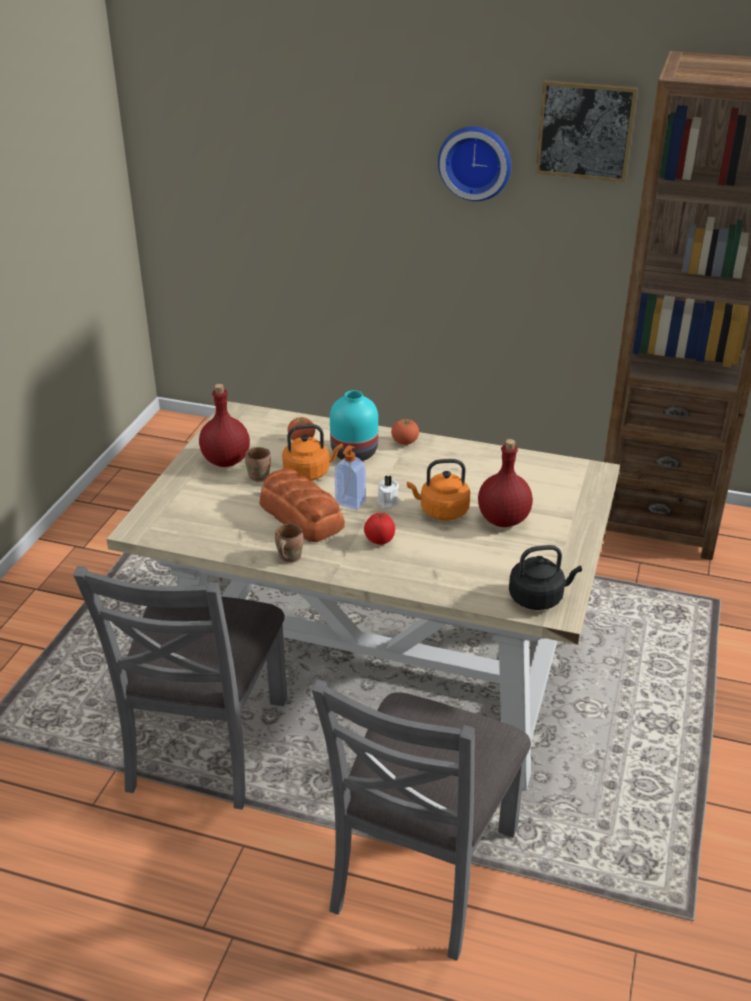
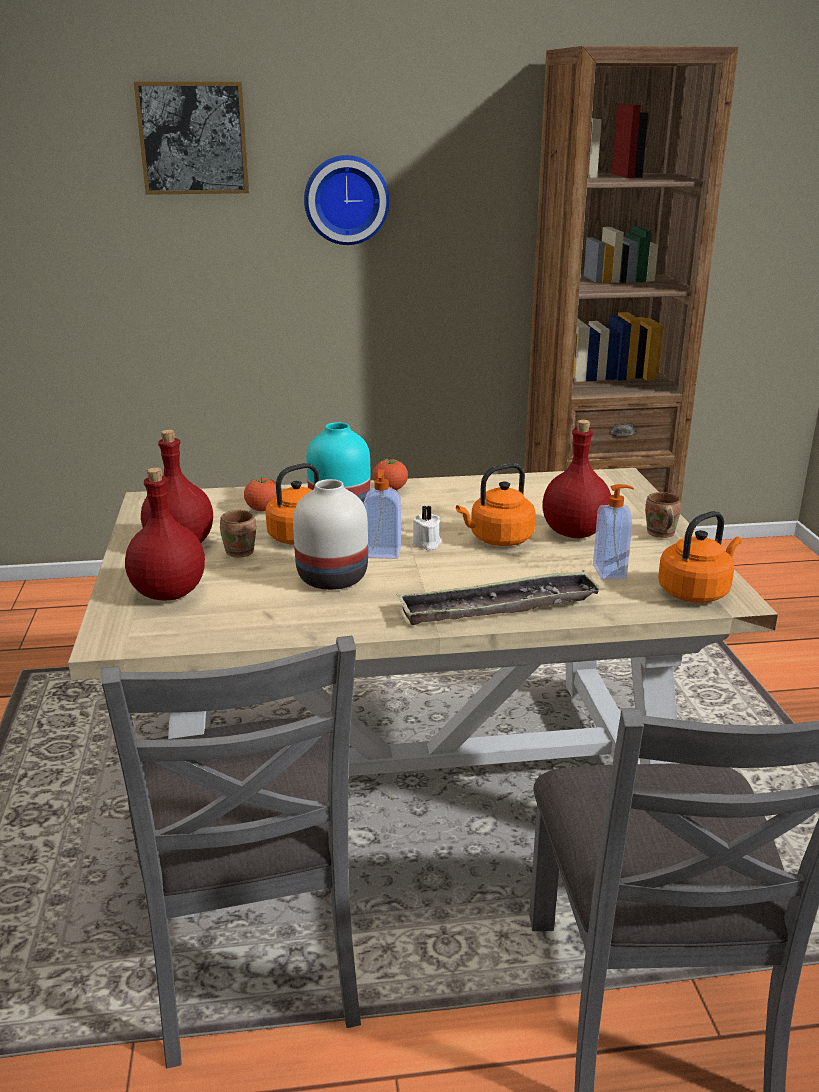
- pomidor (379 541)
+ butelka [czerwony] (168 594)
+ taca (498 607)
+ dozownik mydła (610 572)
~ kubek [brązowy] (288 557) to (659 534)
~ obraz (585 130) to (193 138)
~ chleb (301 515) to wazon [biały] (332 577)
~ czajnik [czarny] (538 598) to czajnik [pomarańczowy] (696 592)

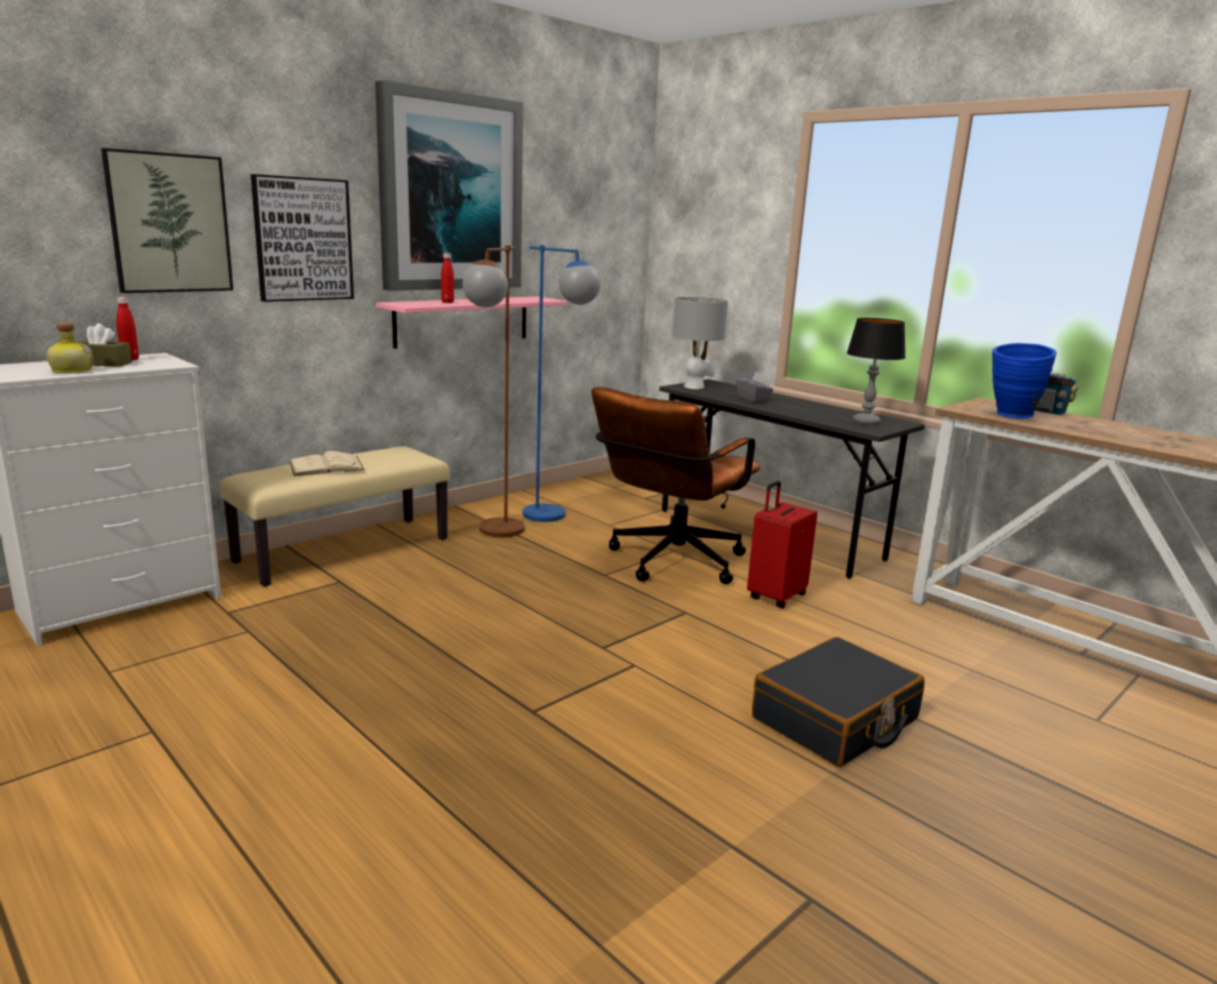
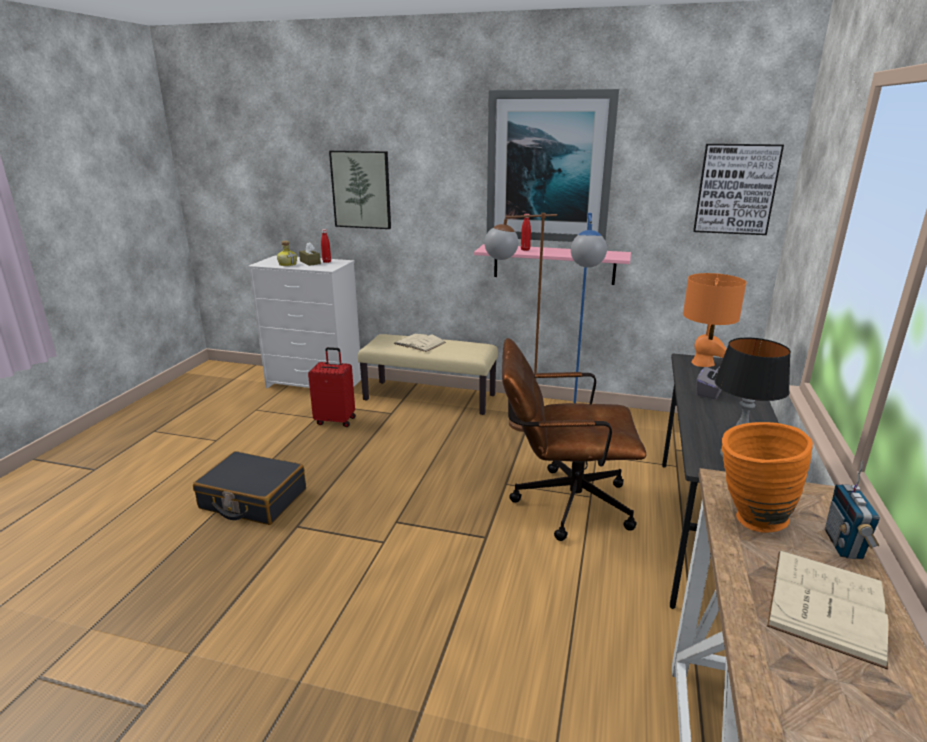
+ książka [beżowy] (826 604)
~ obraz (303 239) to (736 189)
~ walizka [czerwony] (775 596) to (336 420)
~ walizka [czarny] (835 720) to (253 499)
~ lampa stołowa [szary] (694 387) to lampa stołowa [pomarańczowy] (703 363)
~ wazon [niebieski] (1012 416) to wazon [pomarańczowy] (748 519)

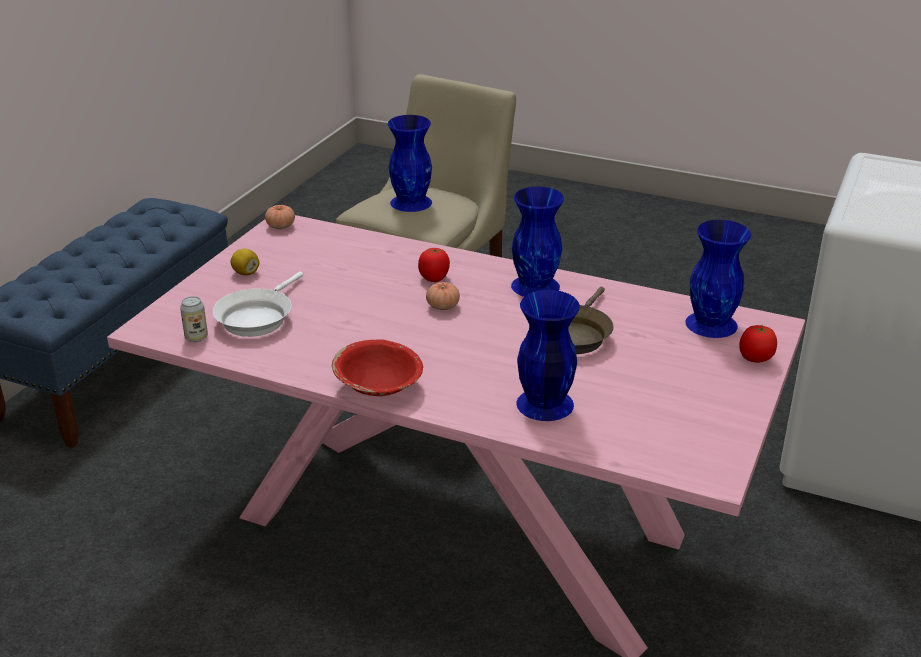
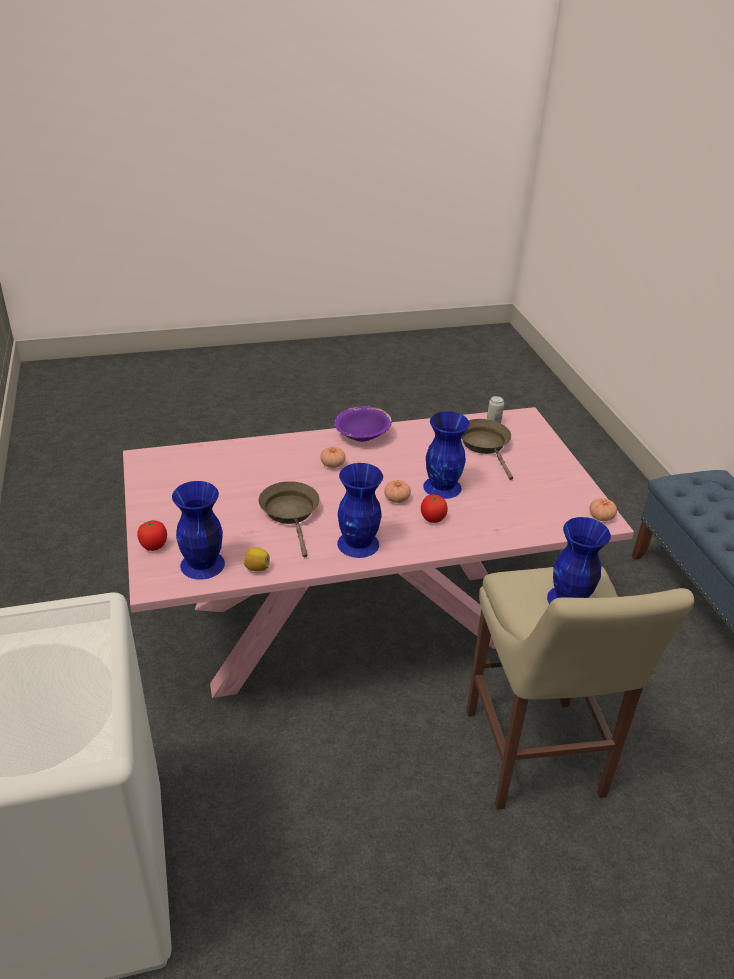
+ pomidor (332 464)
~ cytryna (245 273) to (257 568)
~ wazon [niebieski] (543 404) to (442 486)
~ patelnia [biały] (257 318) to patelnia [brązowy] (485 445)
~ miska [czerwony] (378 387) to miska [fioletowy] (362 435)

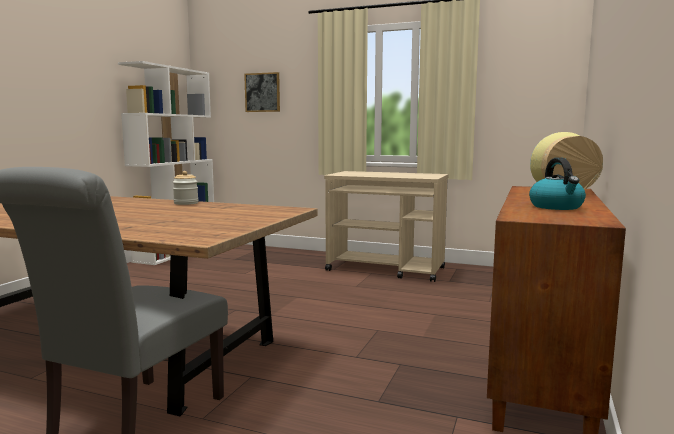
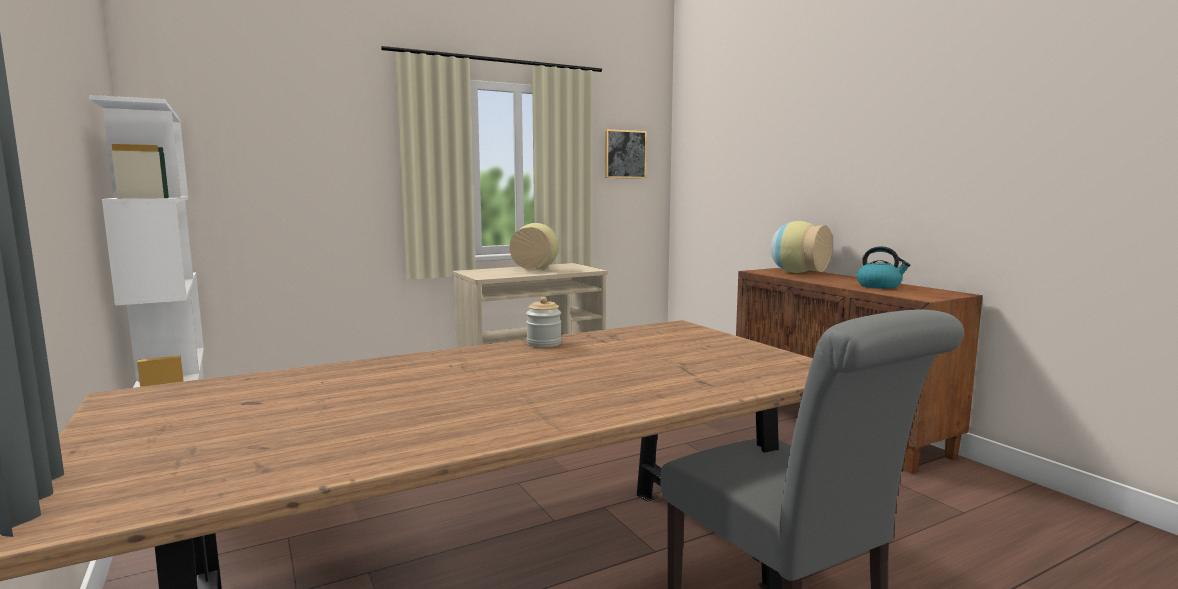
+ wazon (535 269)
~ obraz (262 92) to (625 154)

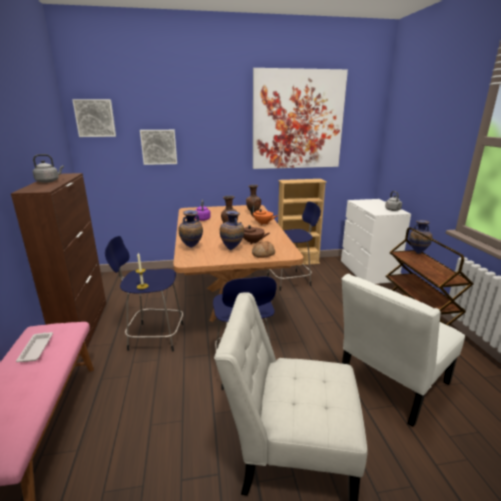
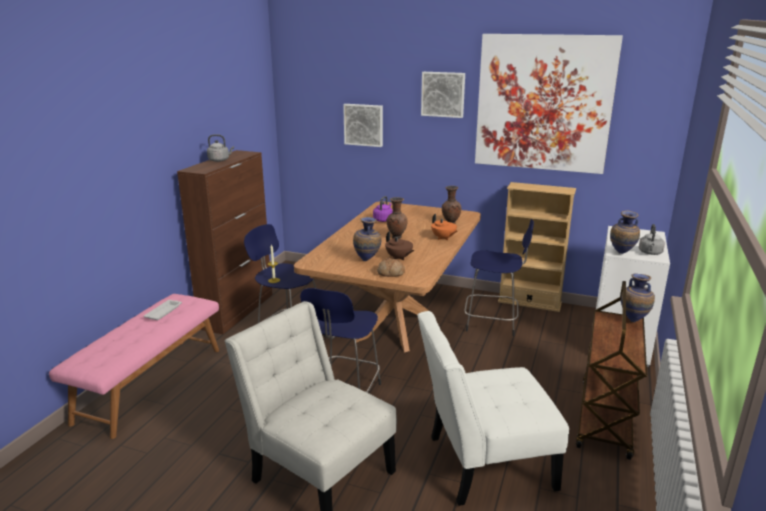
~ obraz (95 118) to (443 94)
~ wazon (191 248) to (621 254)

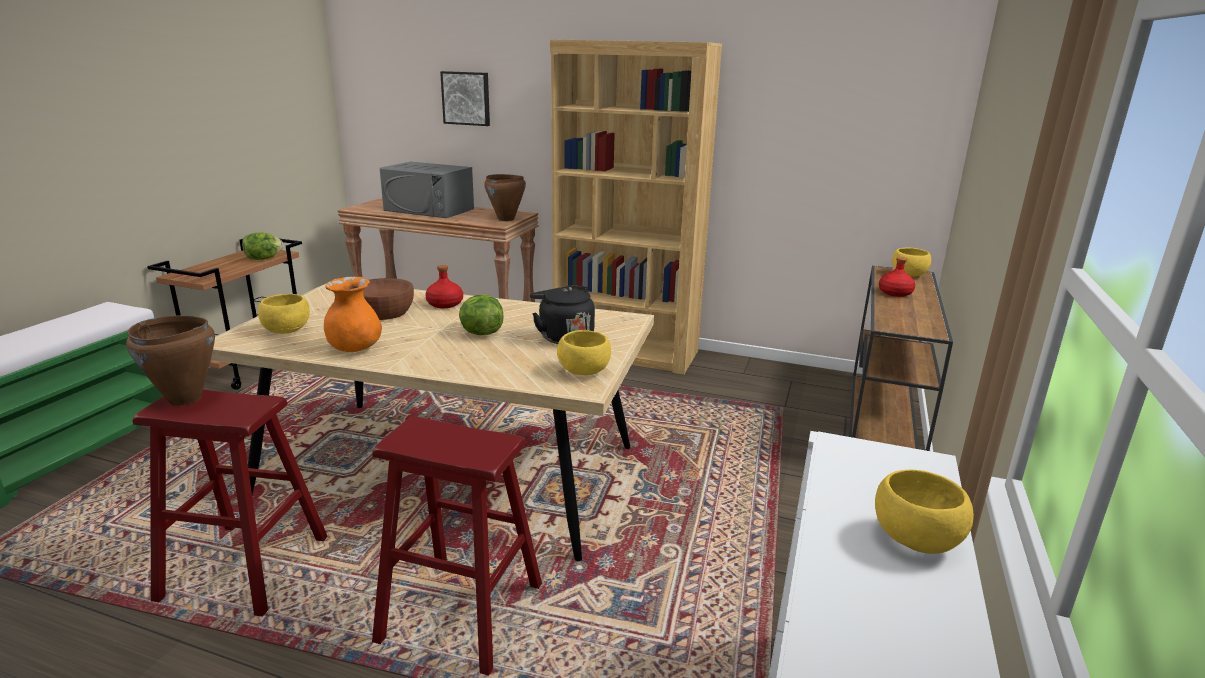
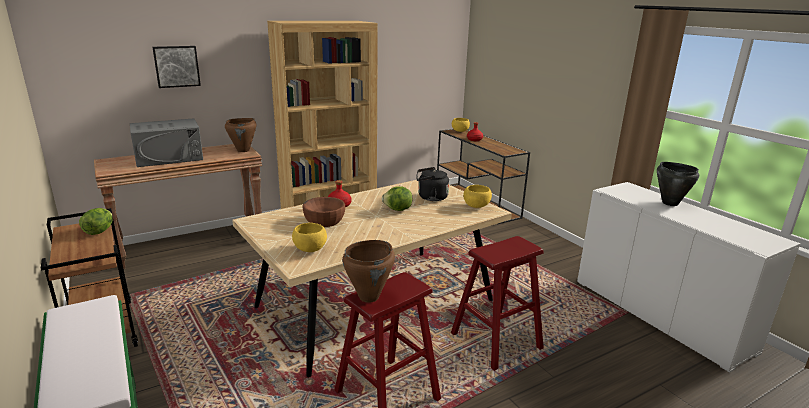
- wazon [pomarańczowy] (355 348)
~ miska [żółty] (915 540) to garnek [czarny] (669 203)

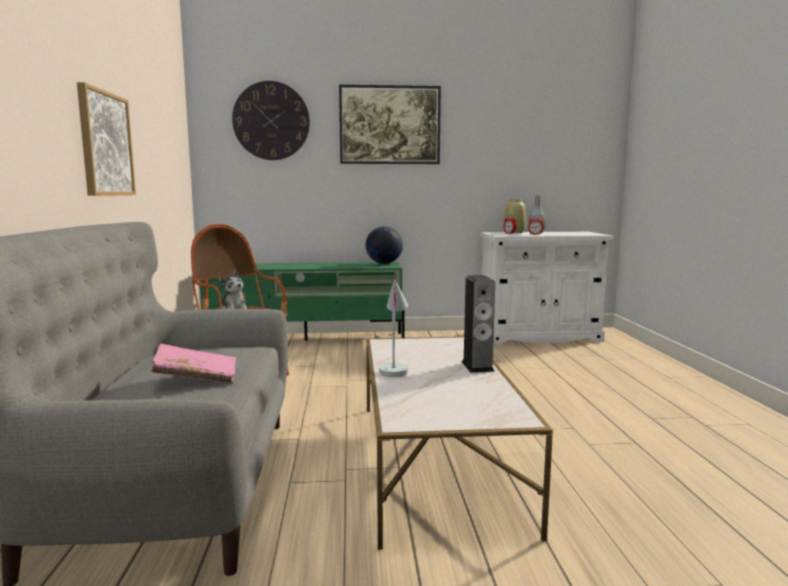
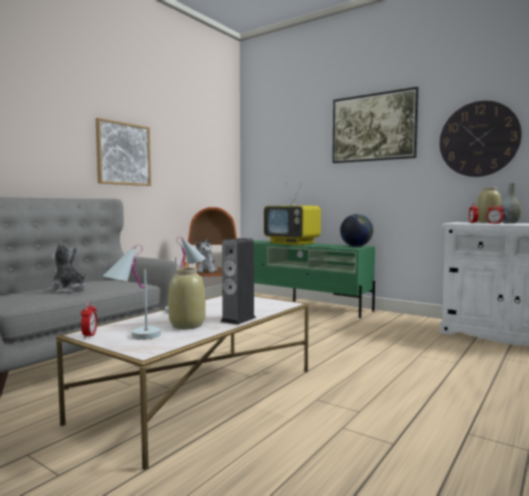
+ budzik (89 335)
+ lampa stołowa [biały] (133 338)
+ wazon [beżowy] (187 325)
+ telewizor (292 243)
~ zegar ścienny (271 121) to (478 139)
~ książka [różowy] (196 378) to pluszak (68 290)

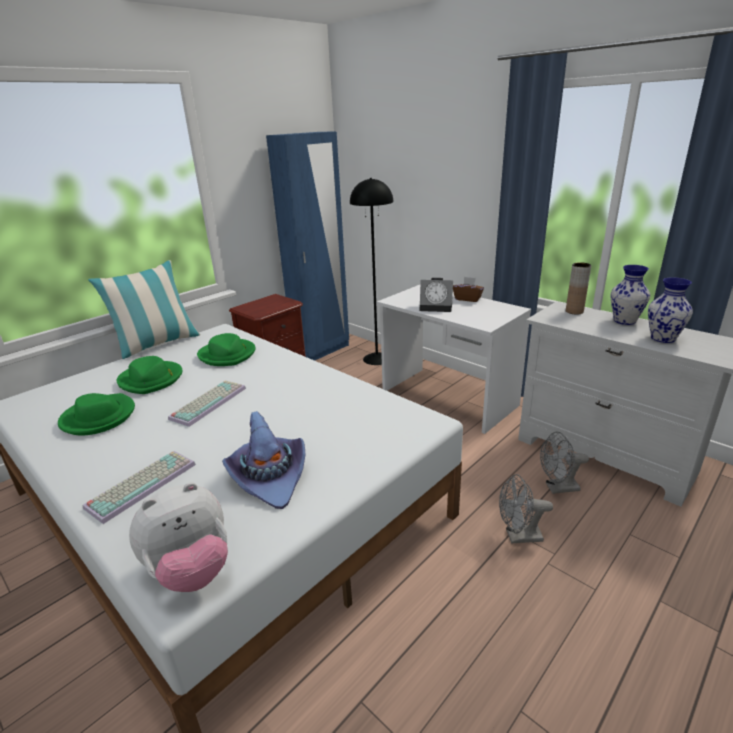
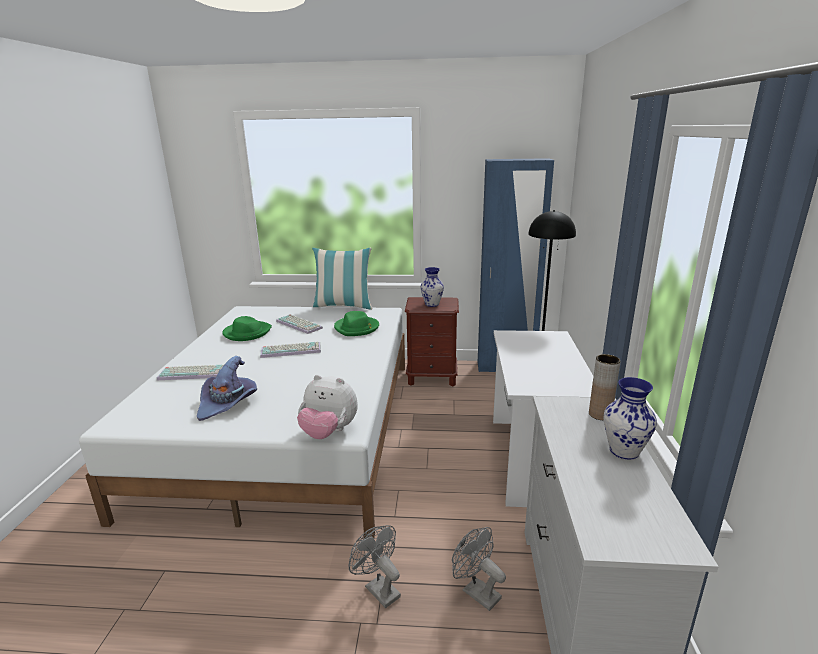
- budzik (437 307)
- pudełko chusteczek [brązowy] (467 299)
~ pluszak (191 570) to (329 432)
~ wazon (663 338) to (432 304)
~ kapelusz [zielony] (151 380) to klawiatura (300 324)

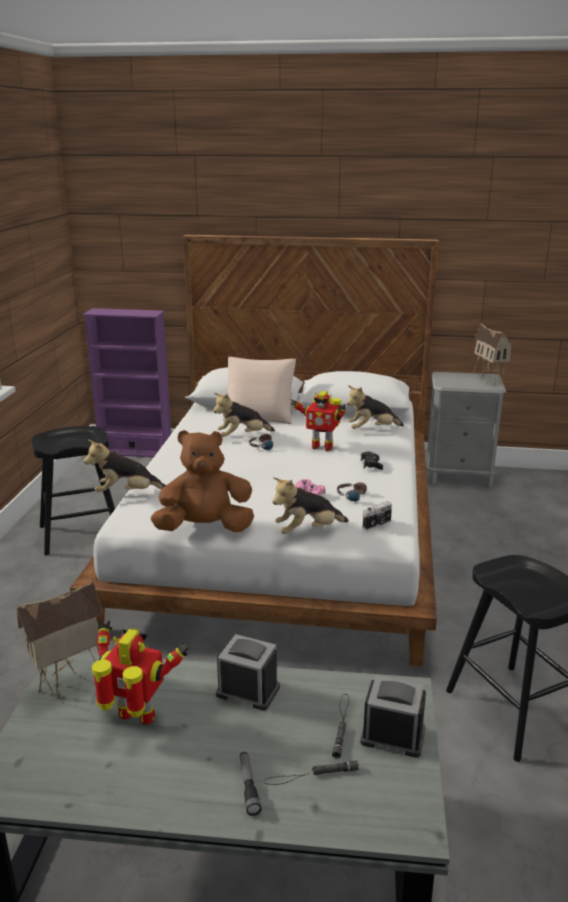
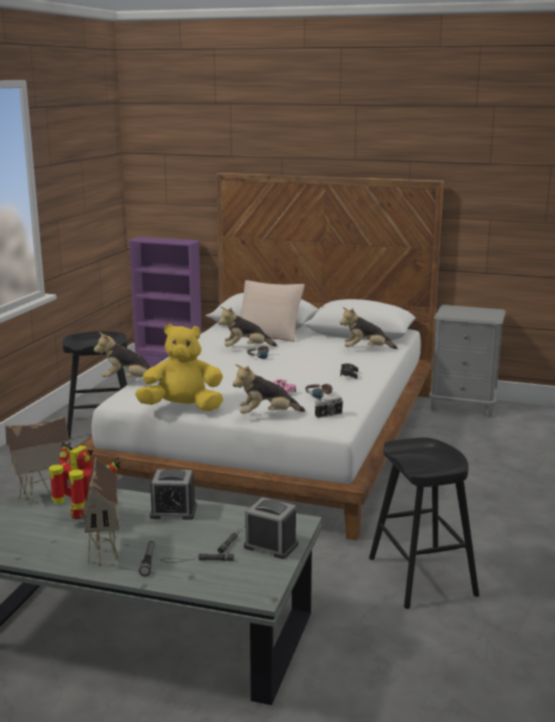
- robot zabawkowy (321 446)
~ domek (489 380) to (106 551)
~ pluszak [brązowy] (205 528) to pluszak [żółty] (182 408)
~ budzik (248 691) = (173 511) 150 degrees clockwise

